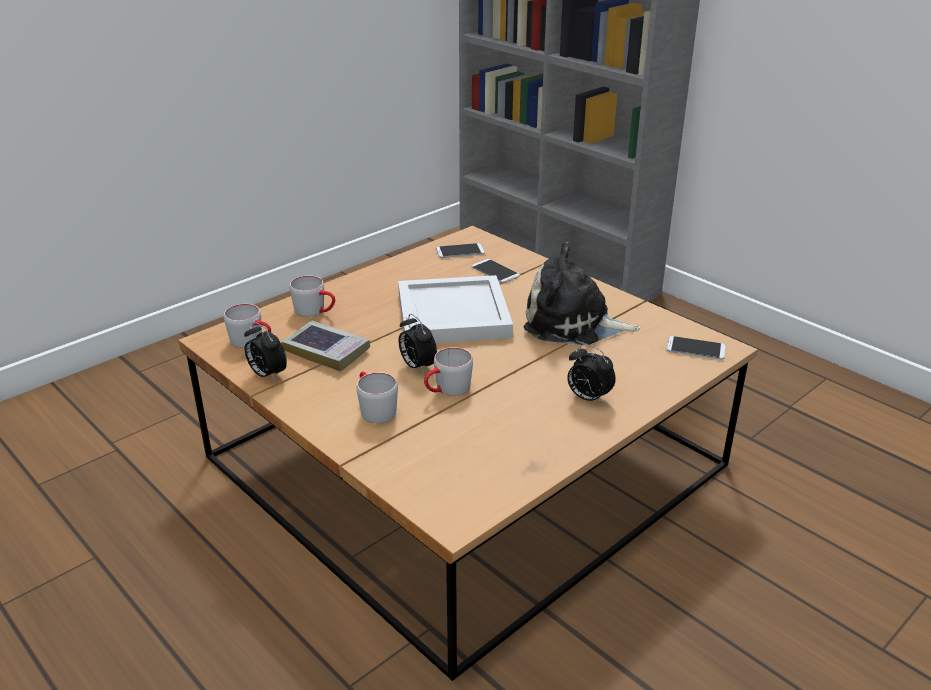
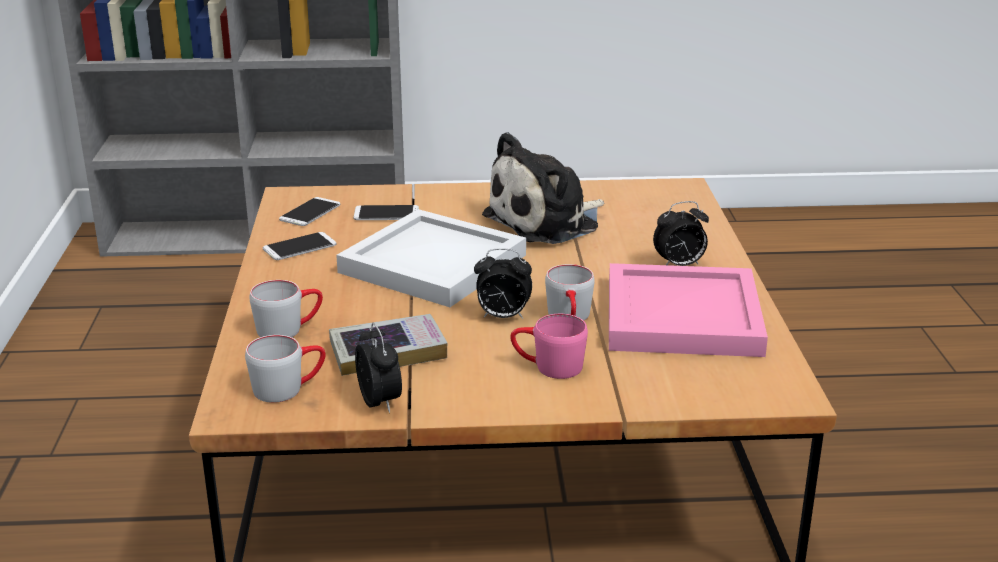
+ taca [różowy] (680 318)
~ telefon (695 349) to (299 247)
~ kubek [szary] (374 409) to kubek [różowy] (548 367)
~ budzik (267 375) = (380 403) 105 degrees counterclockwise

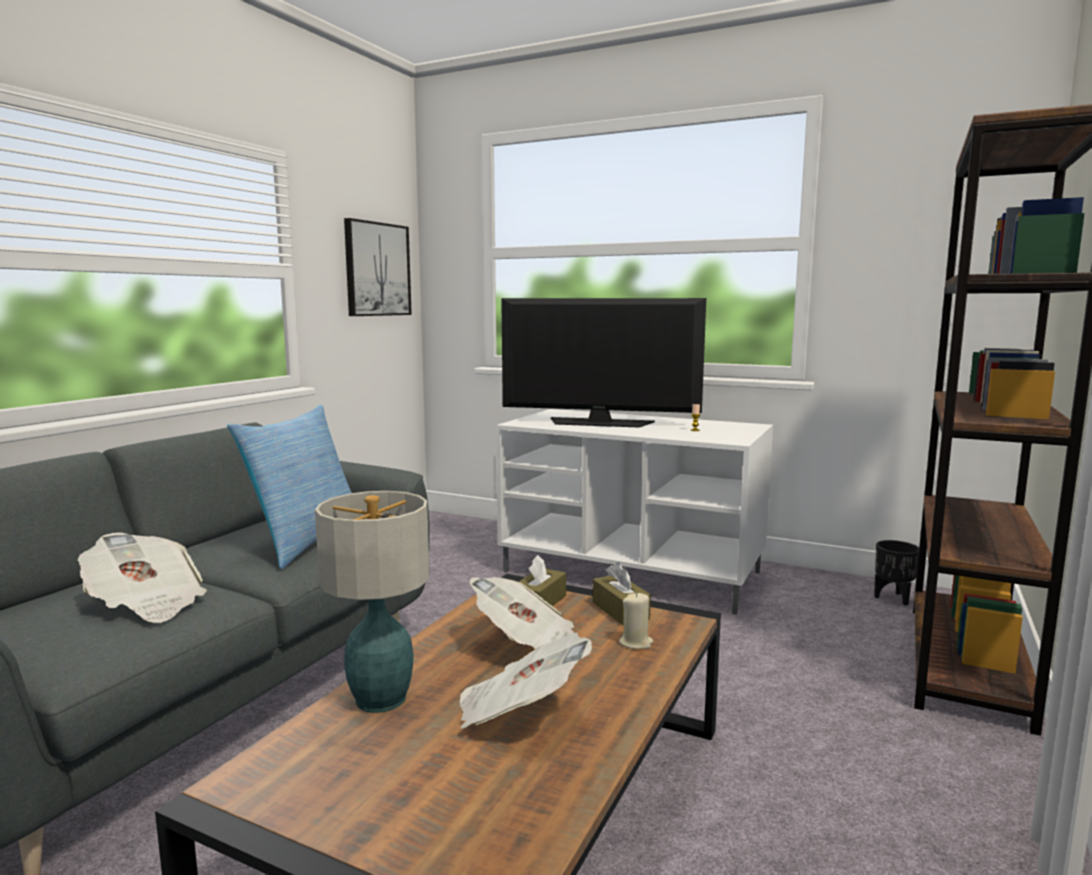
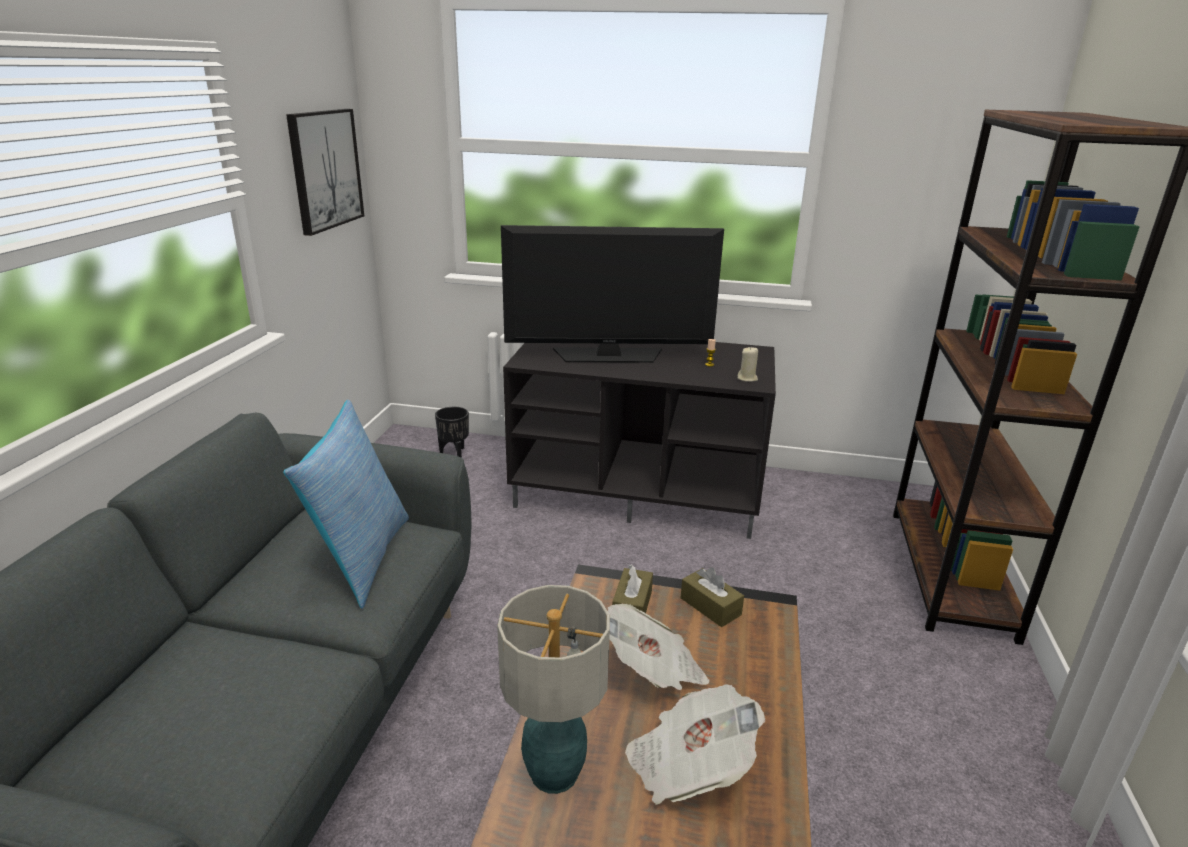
- gazeta (146 604)
~ świeca [beżowy] (636 643) to (747 378)
~ donica [czarny] (893 598) to (455 453)
~ szafka pod telewizor [biały] (634 571) to szafka pod telewizor [czarny] (639 492)

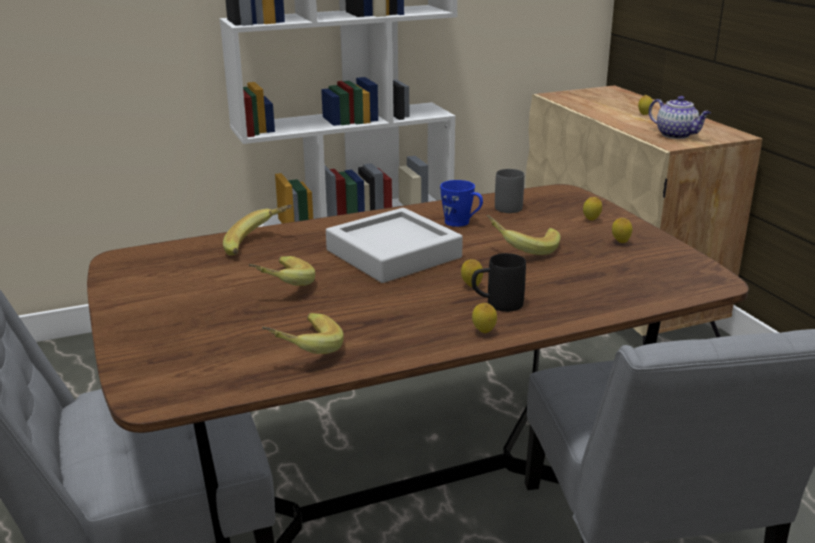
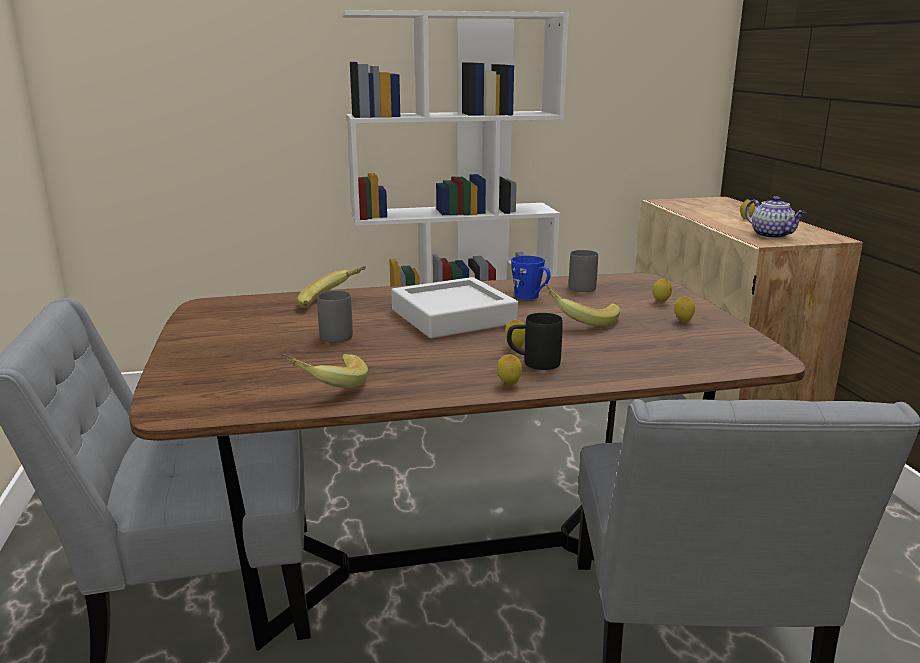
~ banan (279 286) to kubek [szary] (333 334)

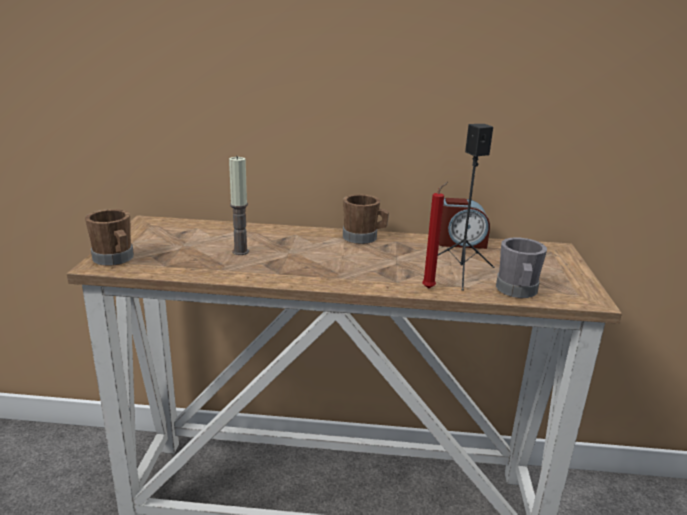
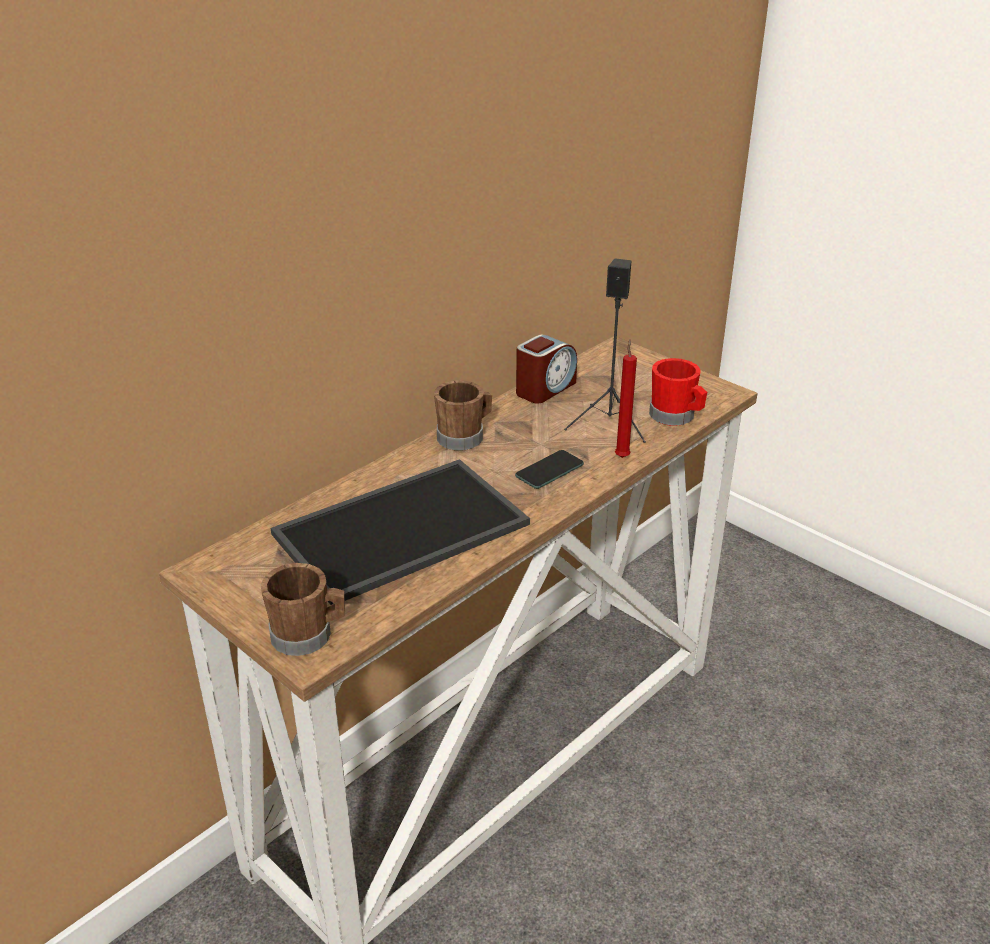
+ telefon (549 470)
~ świeca (240 252) to taca (401 532)
~ kubek [szary] (517 291) to kubek [czerwony] (676 417)

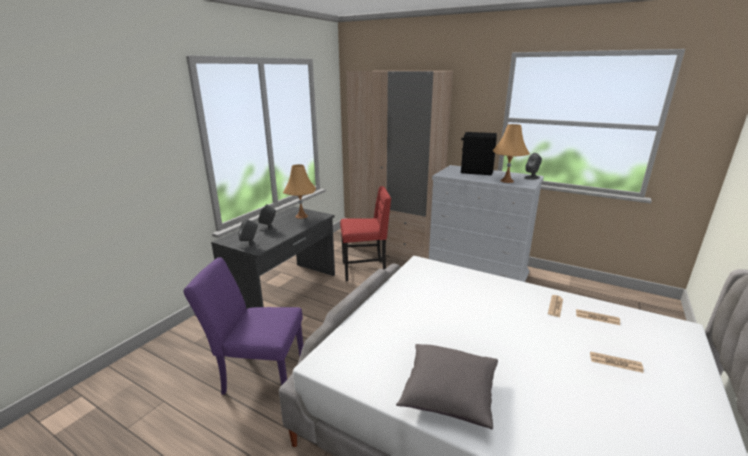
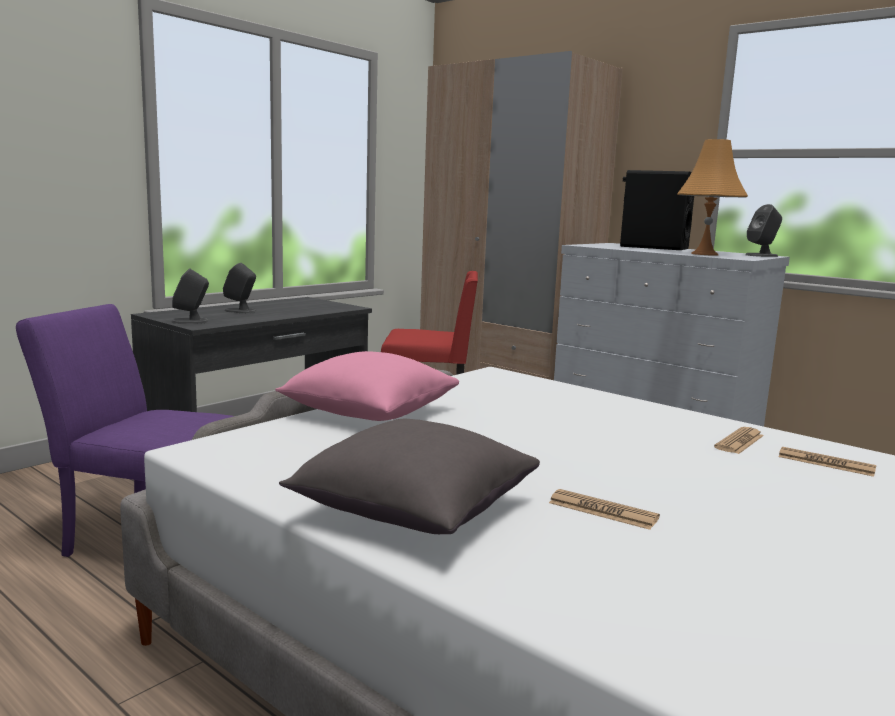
- lampa stołowa [pomarańczowy] (301 216)
+ poduszka [różowy] (369 413)
~ gazeta (615 362) to (602 511)

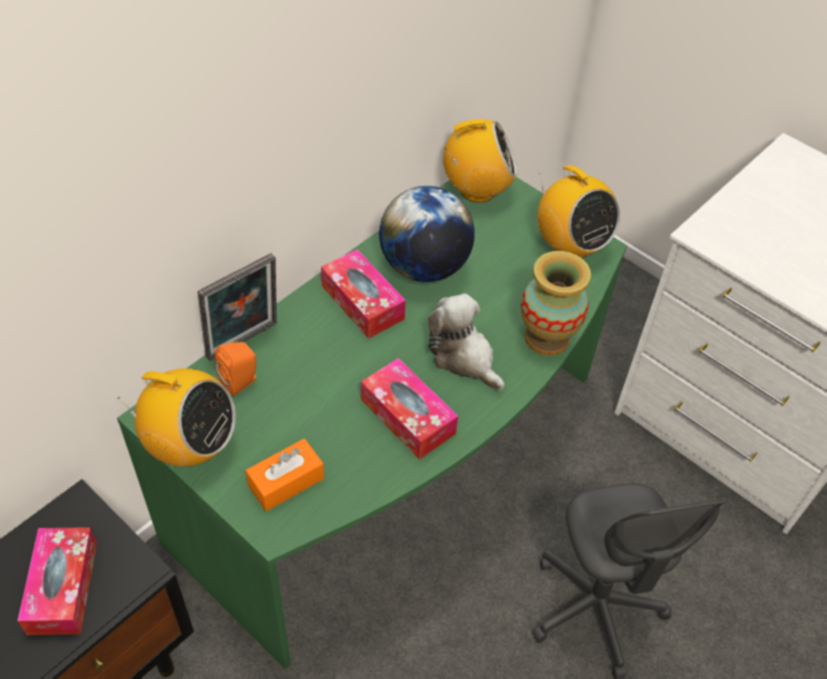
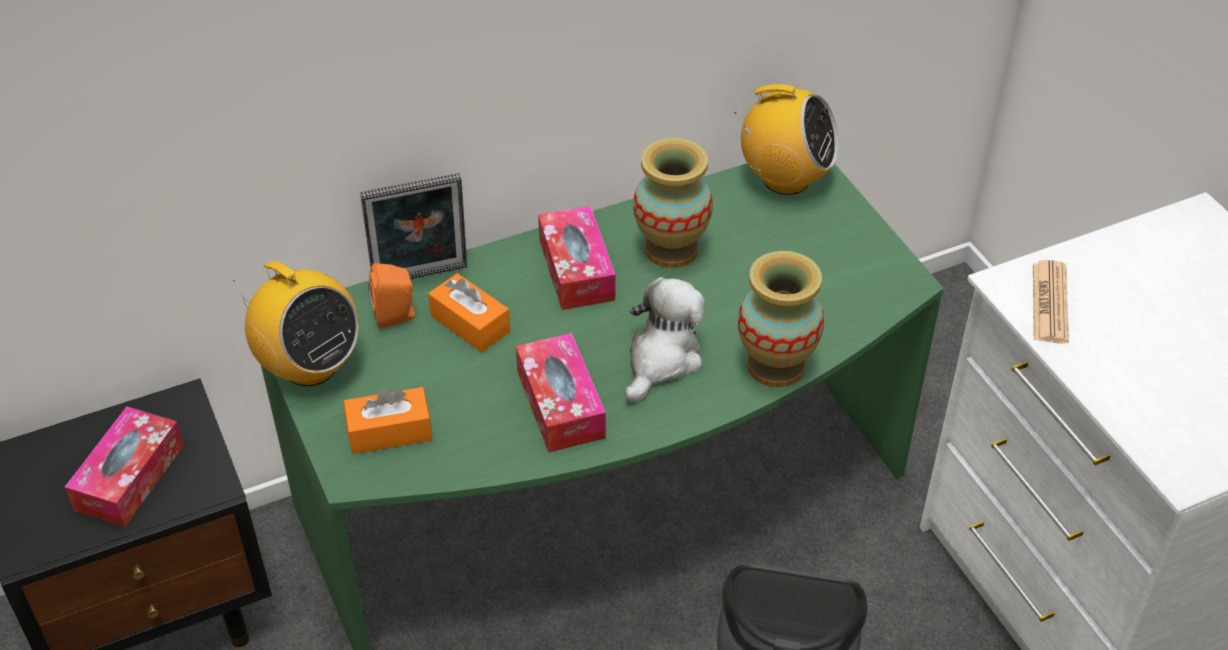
- radio (570 246)
+ pudełko chusteczek [pomarańczowy] (470 324)
+ gazeta (1049 303)
~ globus (424 267) to wazon (671 249)
~ pluszak (463 357) = (662 359) 45 degrees clockwise

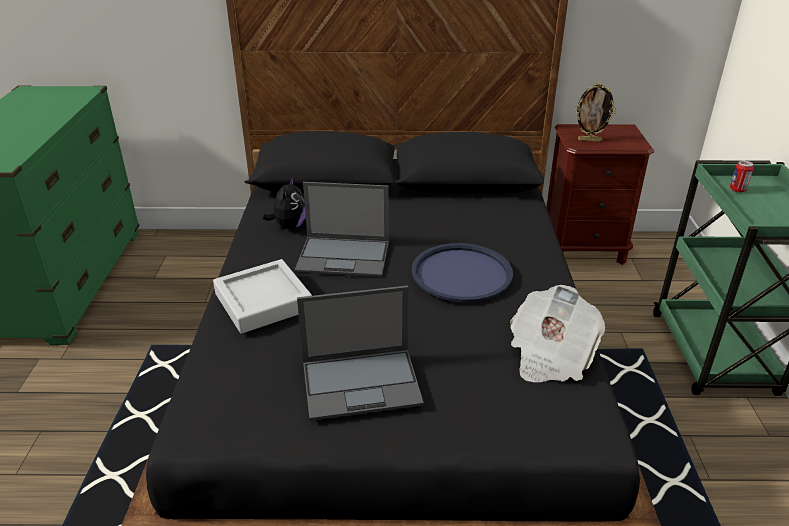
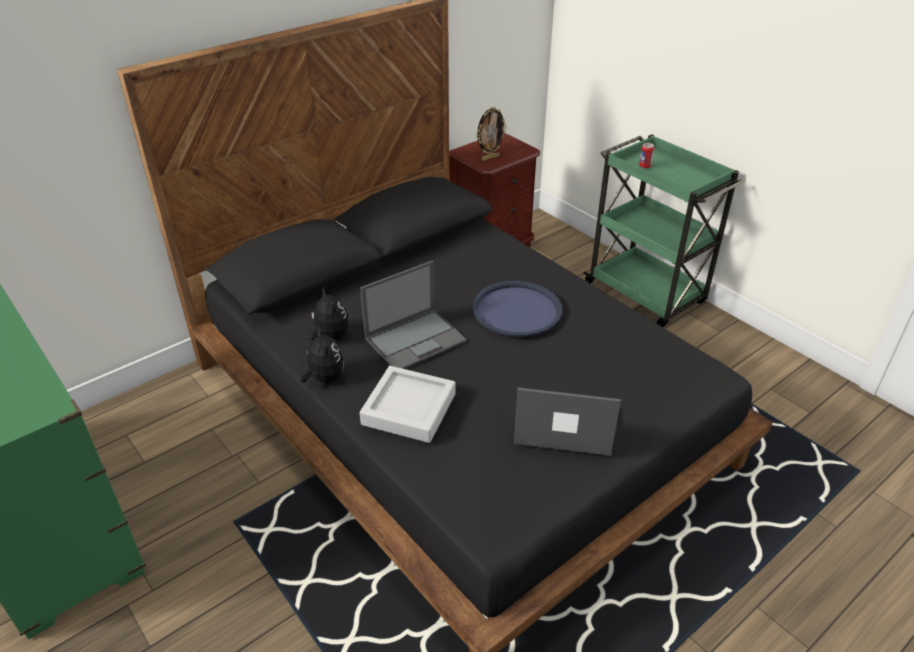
- gazeta (550 355)
+ pluszak (324 378)
~ laptop (362 383) = (562 425) 120 degrees counterclockwise

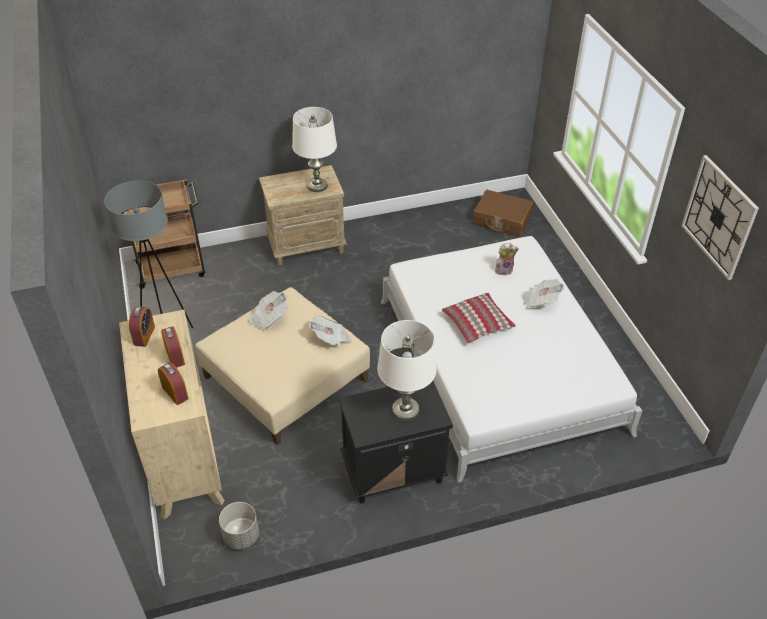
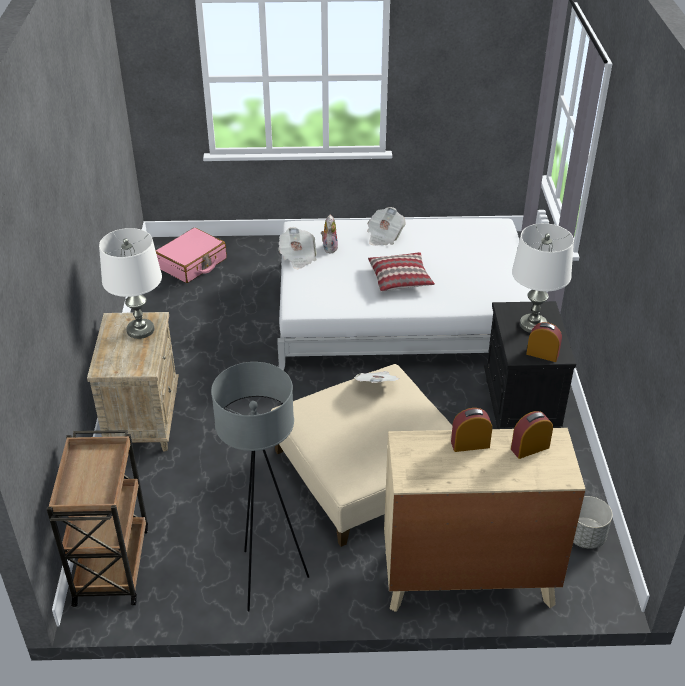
- zegar ścienny (719 217)
~ budzik (144 335) to (542 354)
~ gazeta (269 318) to (298 257)
~ walizka [brązowy] (502 220) to walizka [różowy] (192 263)

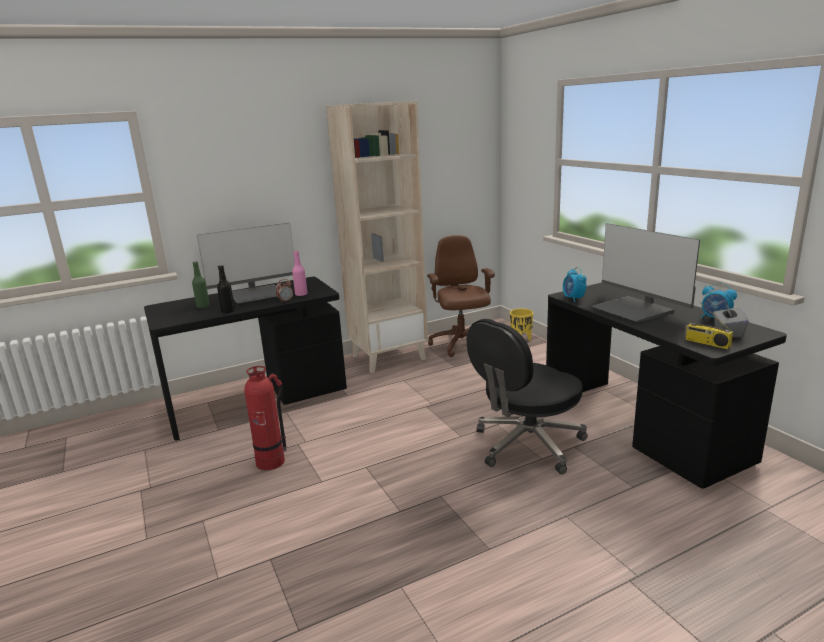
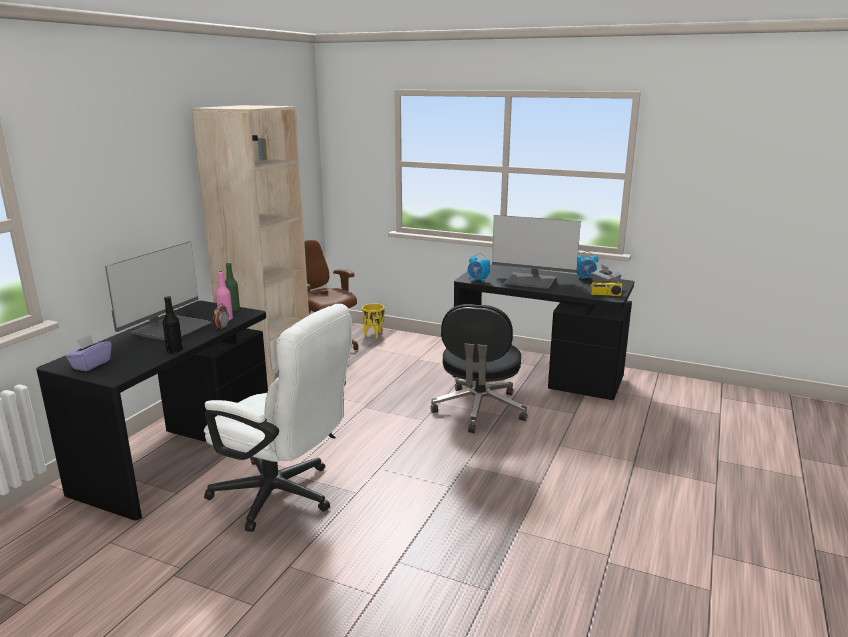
+ pudełko chusteczek [fioletowy] (91 364)
~ butelka [zielony] (203 306) to (233 309)
~ gaśnica (271 462) to krzesło biurowe [biały] (283 497)

